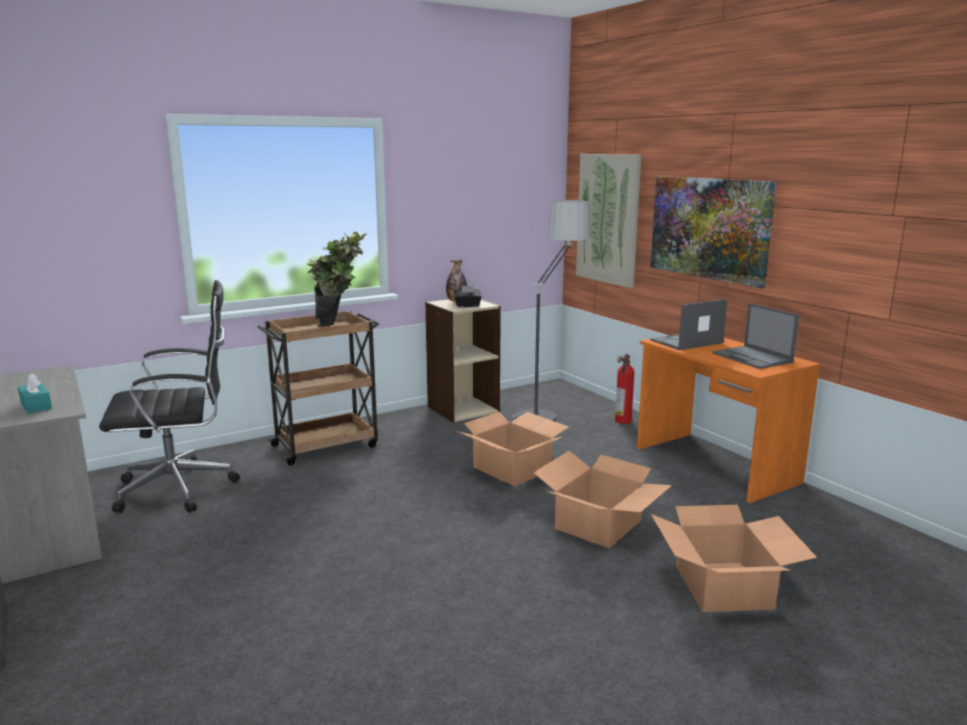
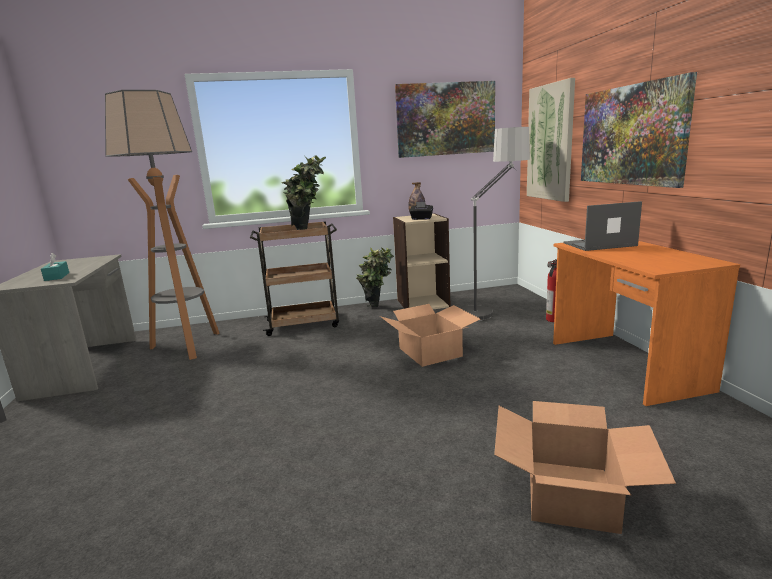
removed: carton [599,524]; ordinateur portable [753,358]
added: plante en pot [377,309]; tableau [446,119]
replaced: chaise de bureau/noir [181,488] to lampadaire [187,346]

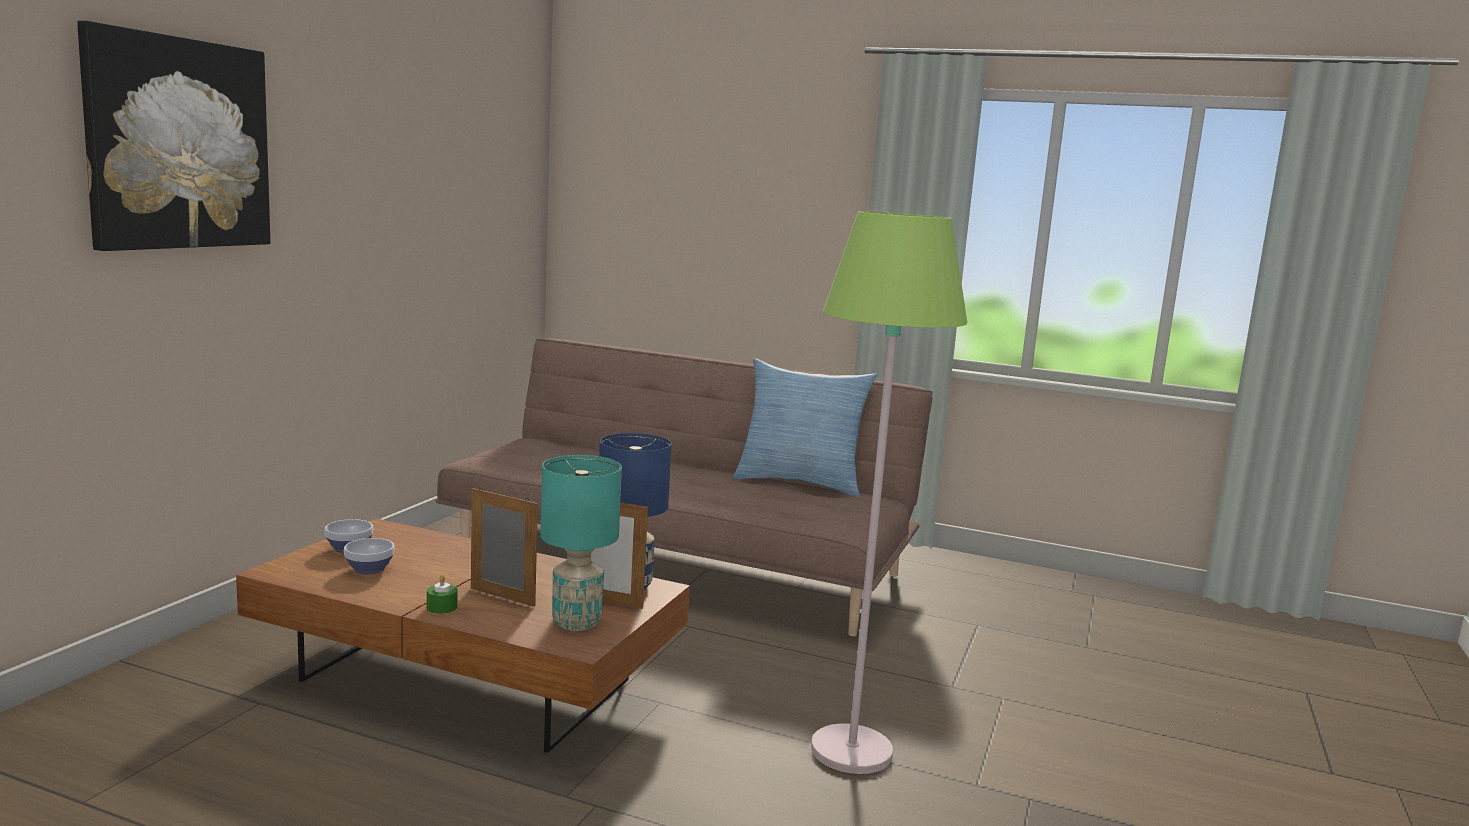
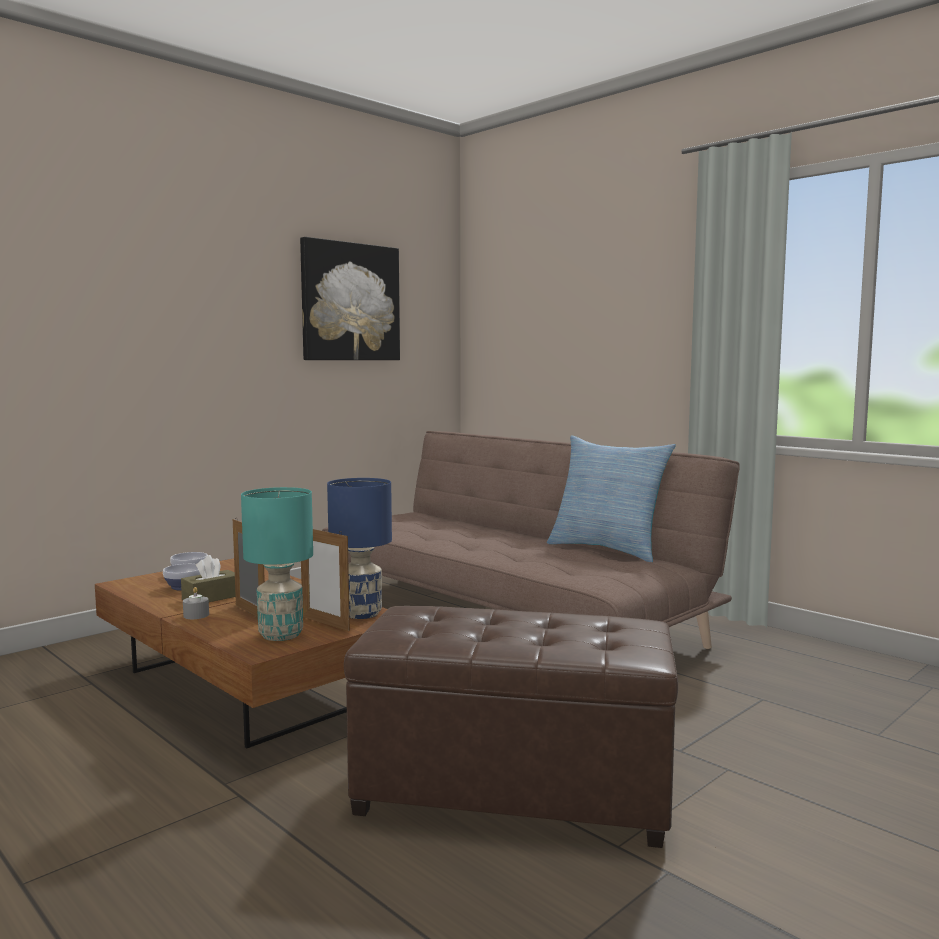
added: boîte à mouchoirs/marron [211,597]
moved: tableau [178,144] to [350,302]
replaced: lampadaire/vert [851,751] to pouf/marron [513,791]
recoloured: bougie/vert [442,607] to bougie/gris [196,615]

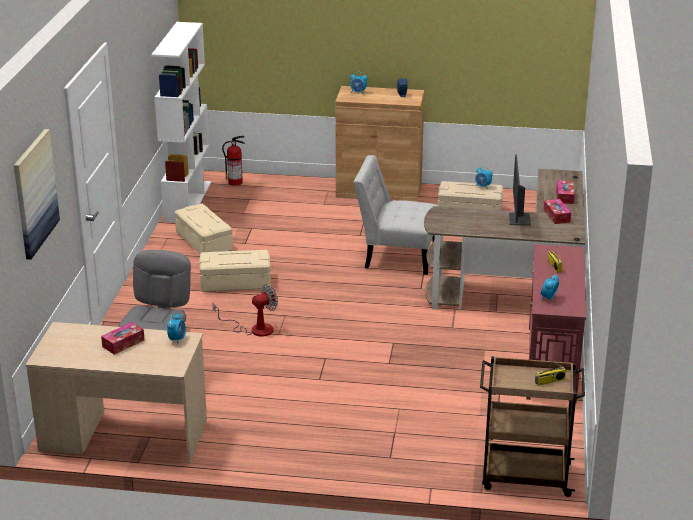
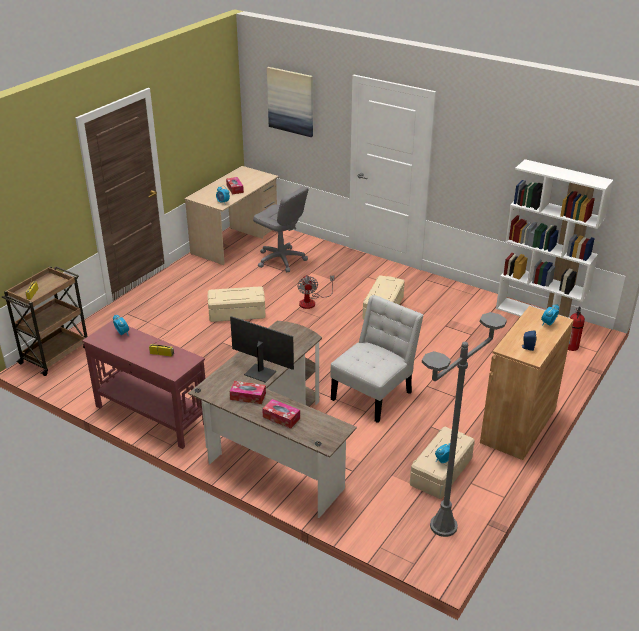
added: lampadaire/gris [443,526]
moved: boîte de rangement/beige [203,241] to [237,312]

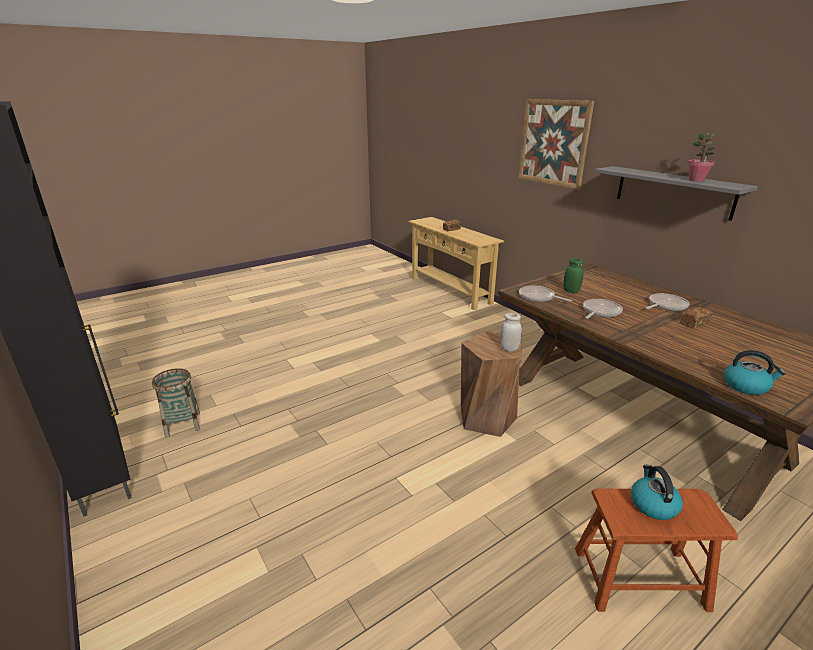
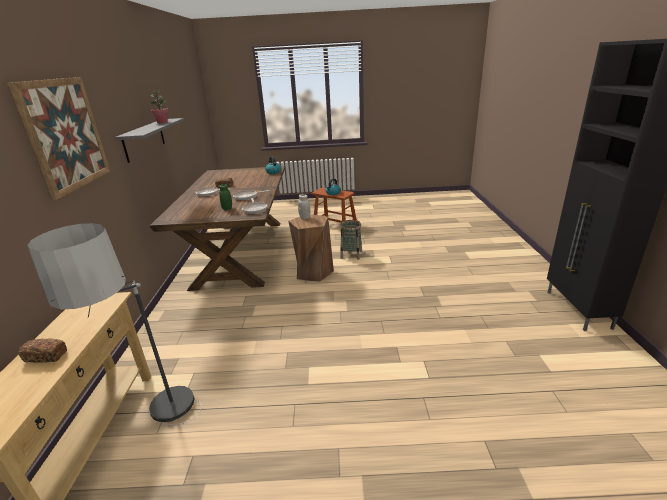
added: lampadaire [168,434]
moved: panier [183,424] to [351,254]

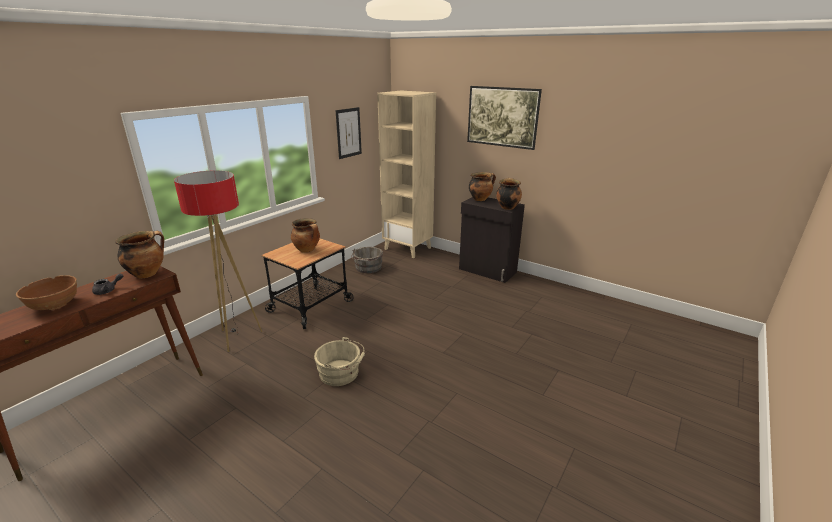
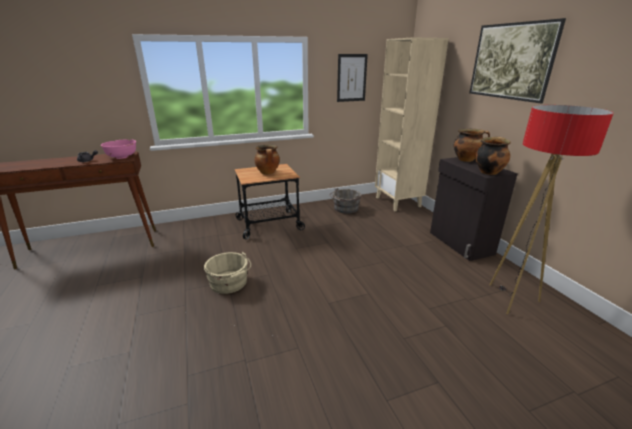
removed: bol/marron [54,305]
moved: lampadaire [237,337] to [511,299]
replaced: marmite [147,273] to bol/rose [122,157]

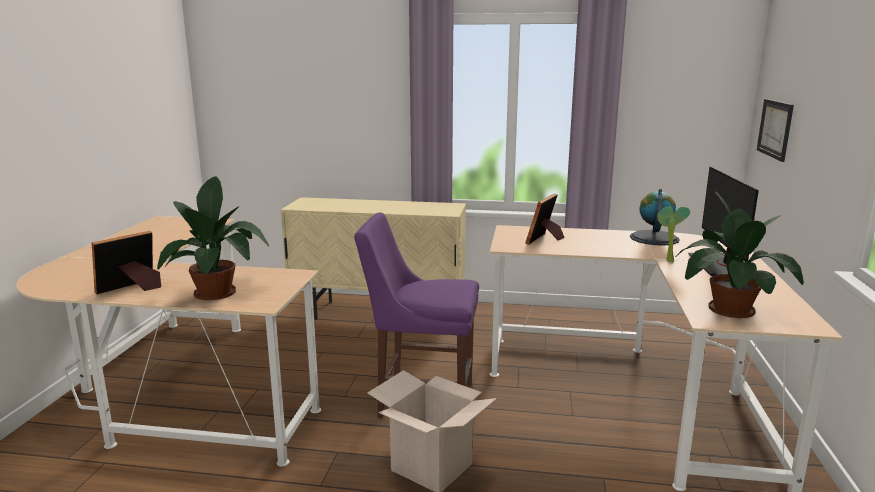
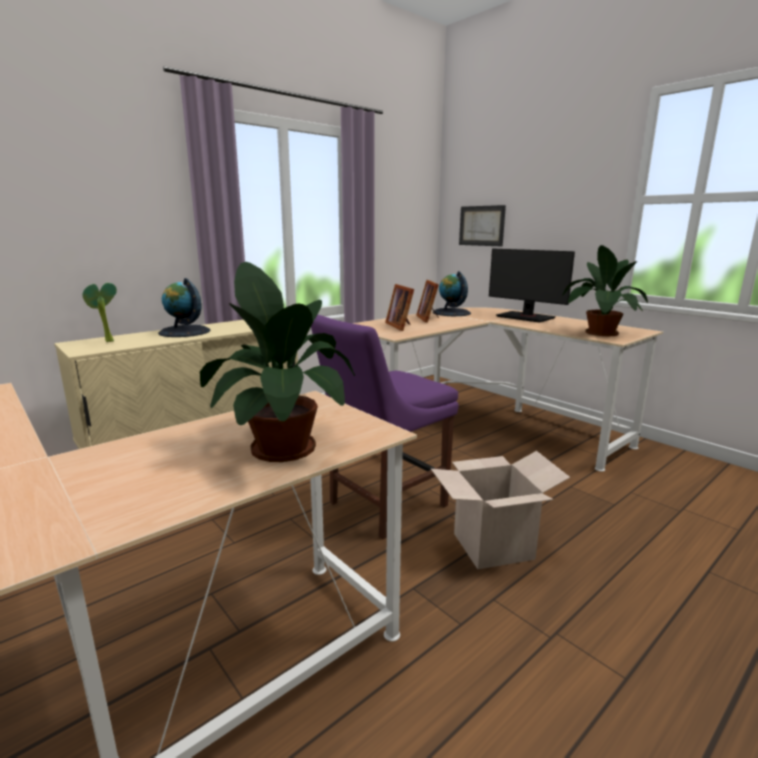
added: globe [184,332]
moved: plante en pot [667,260] to [107,341]; cadre photo [132,288] to [429,319]

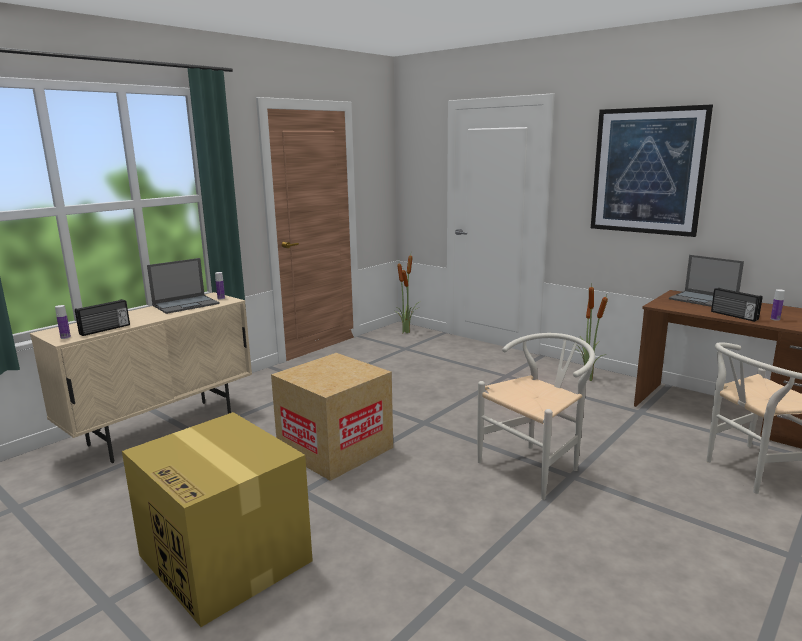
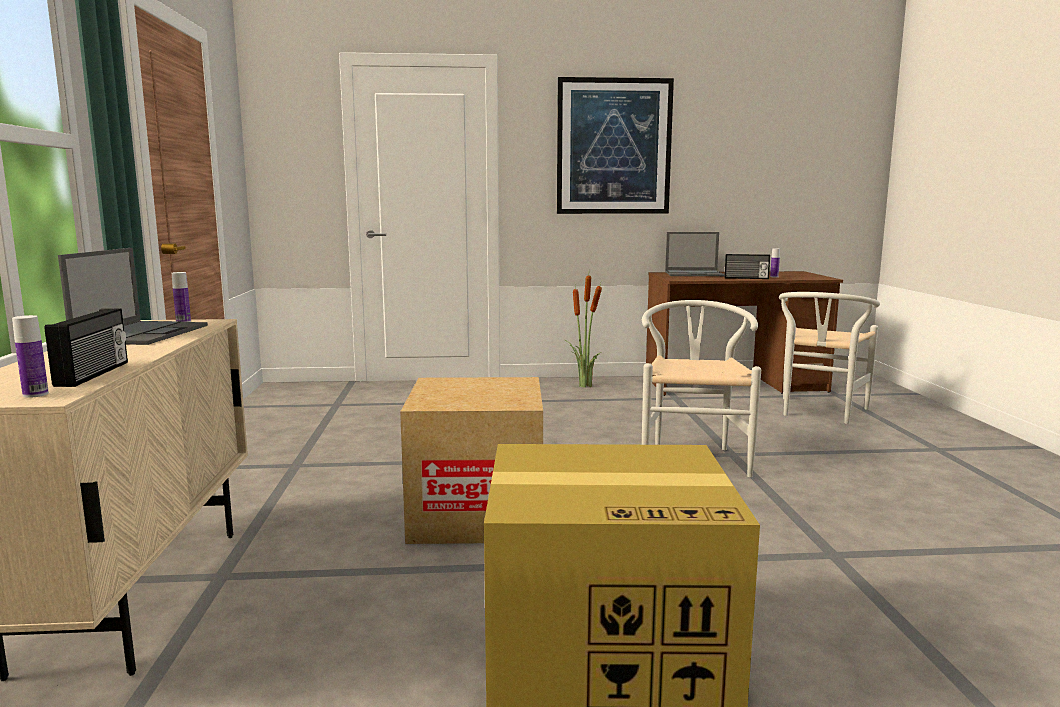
removed: plante en pot [407,332]

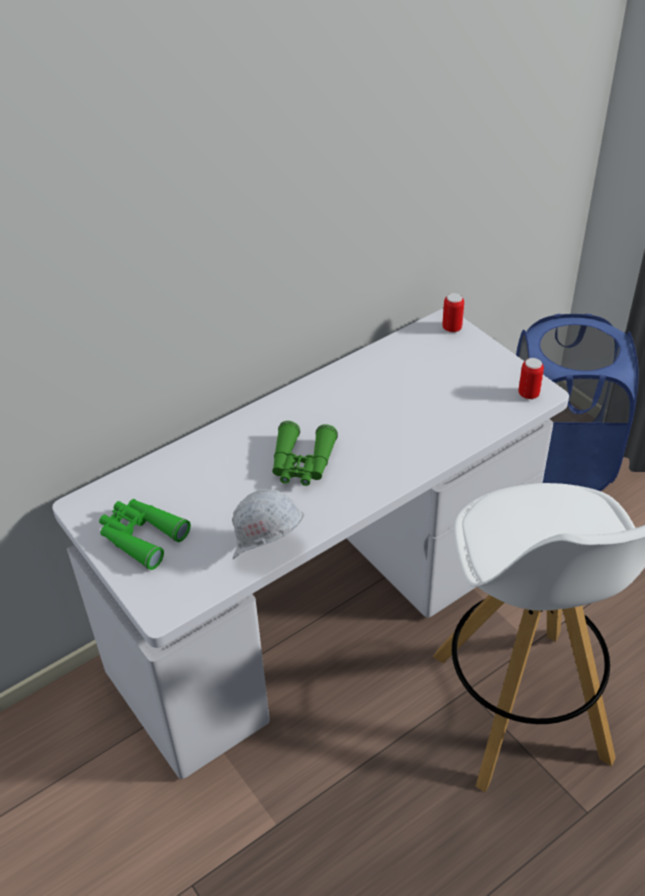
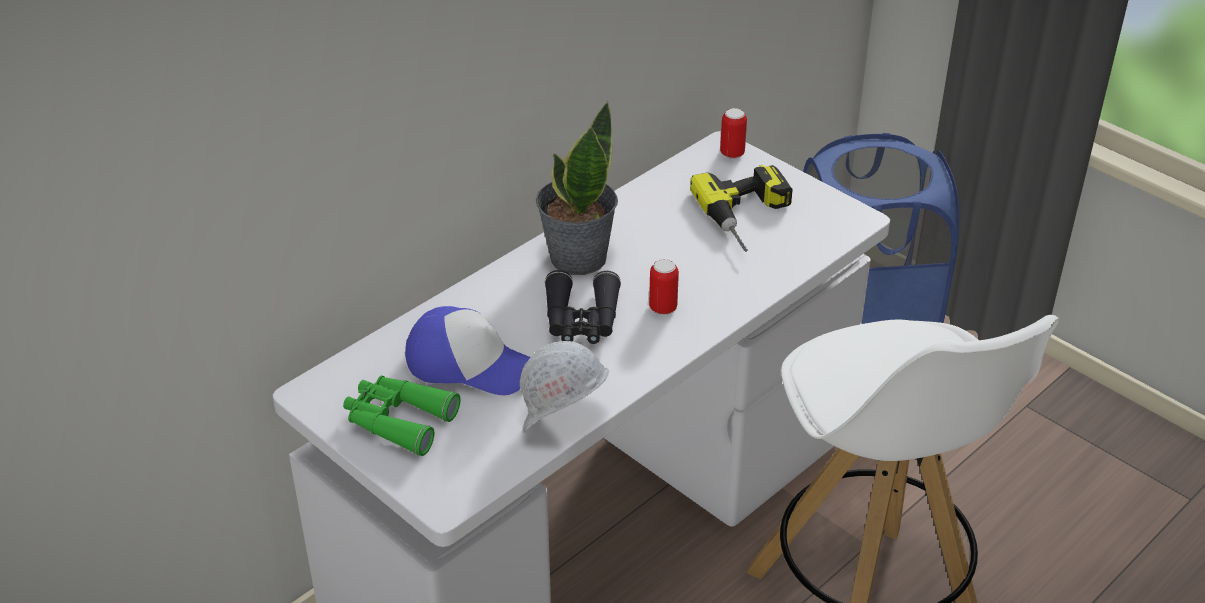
added: casquette [469,364]; plante en pot [577,257]; perceuse [751,218]
moved: boîte métallique [528,394] to [663,308]
recoloured: jumelles/vert [302,463] to jumelles/noir [581,321]

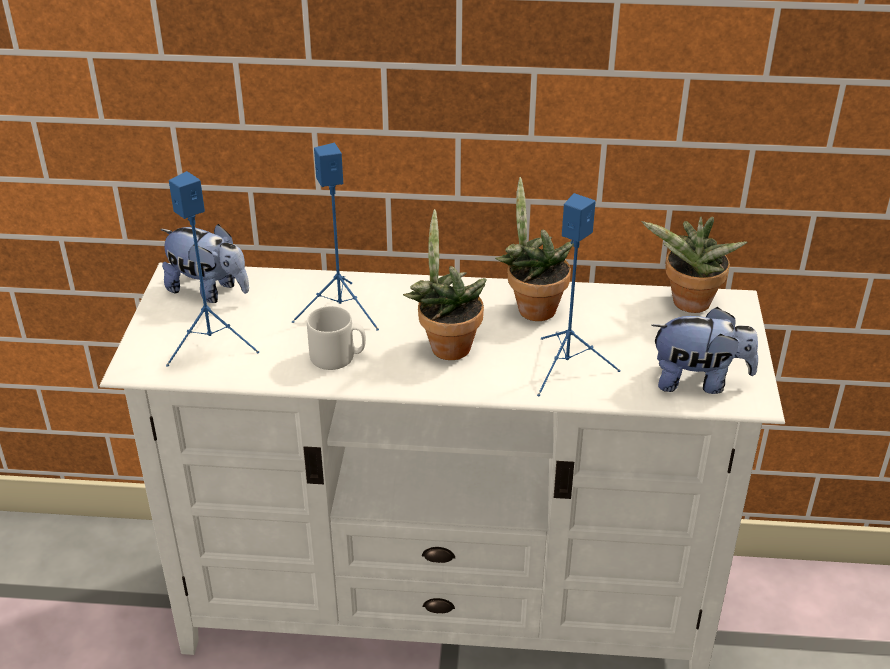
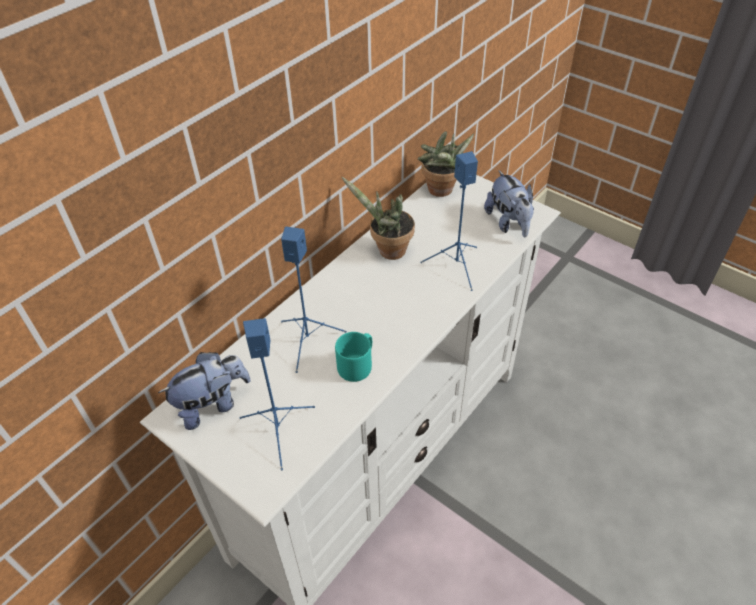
removed: plante en pot [446,345]
recoloured: mug/gris [338,357] to mug/turquoise [357,365]
turned: peluche [698,381] = [508,223] 120 degrees clockwise

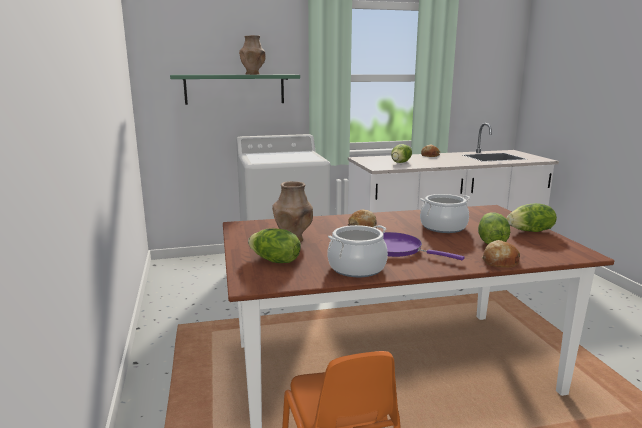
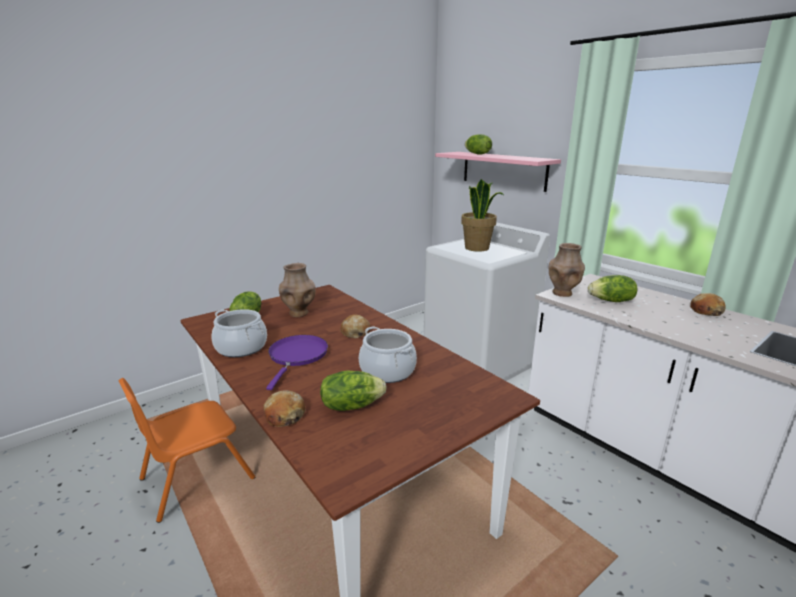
added: plante en pot [477,248]
moved: laitue [530,231] to [477,154]; vase/marron [253,74] to [562,293]
recoloured: étagère/vert [235,89] to étagère/rose [503,170]

